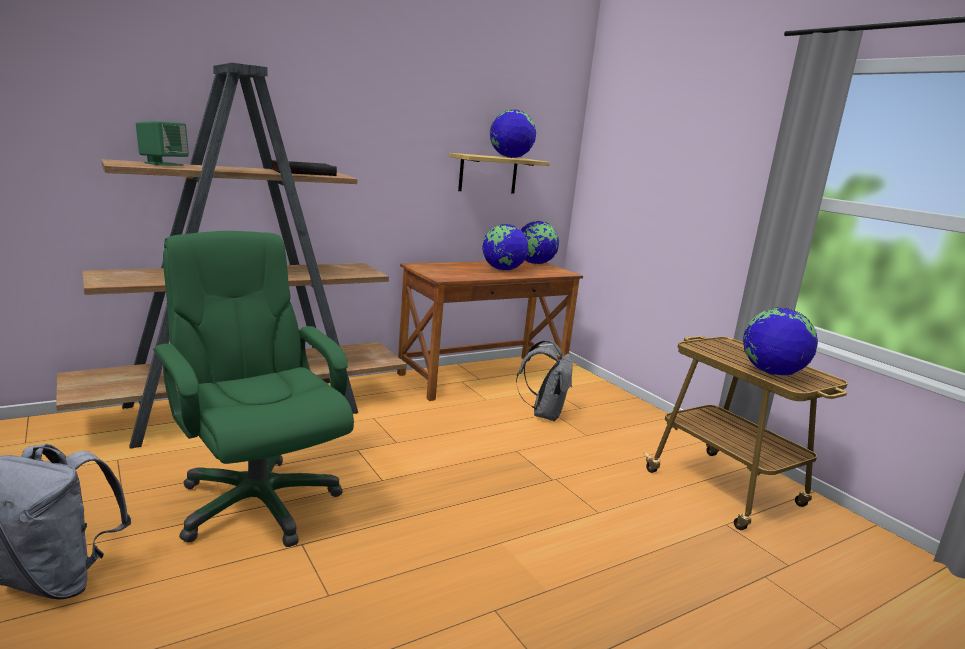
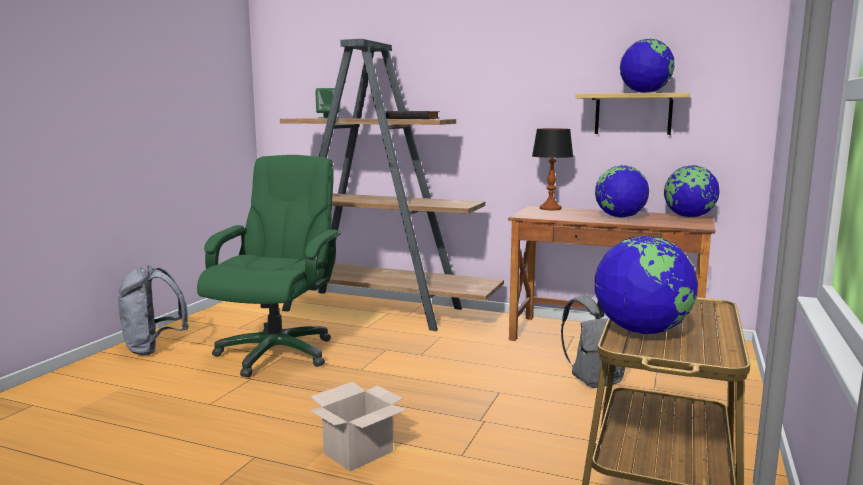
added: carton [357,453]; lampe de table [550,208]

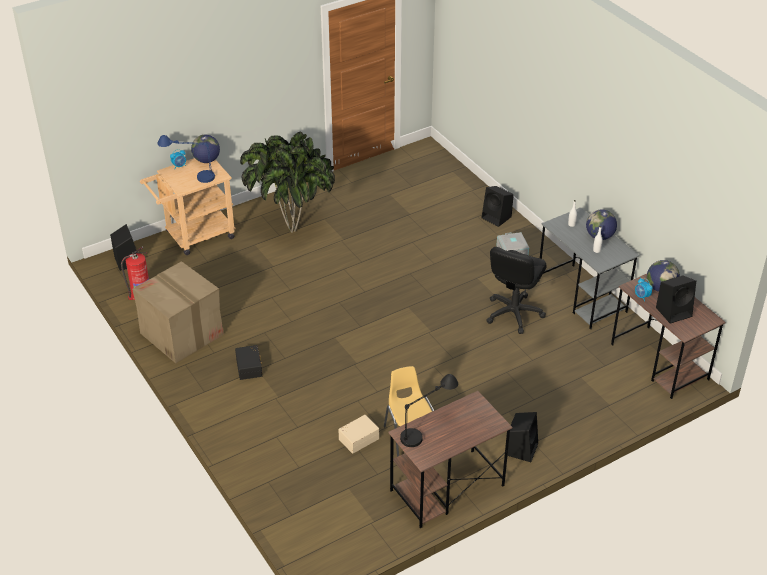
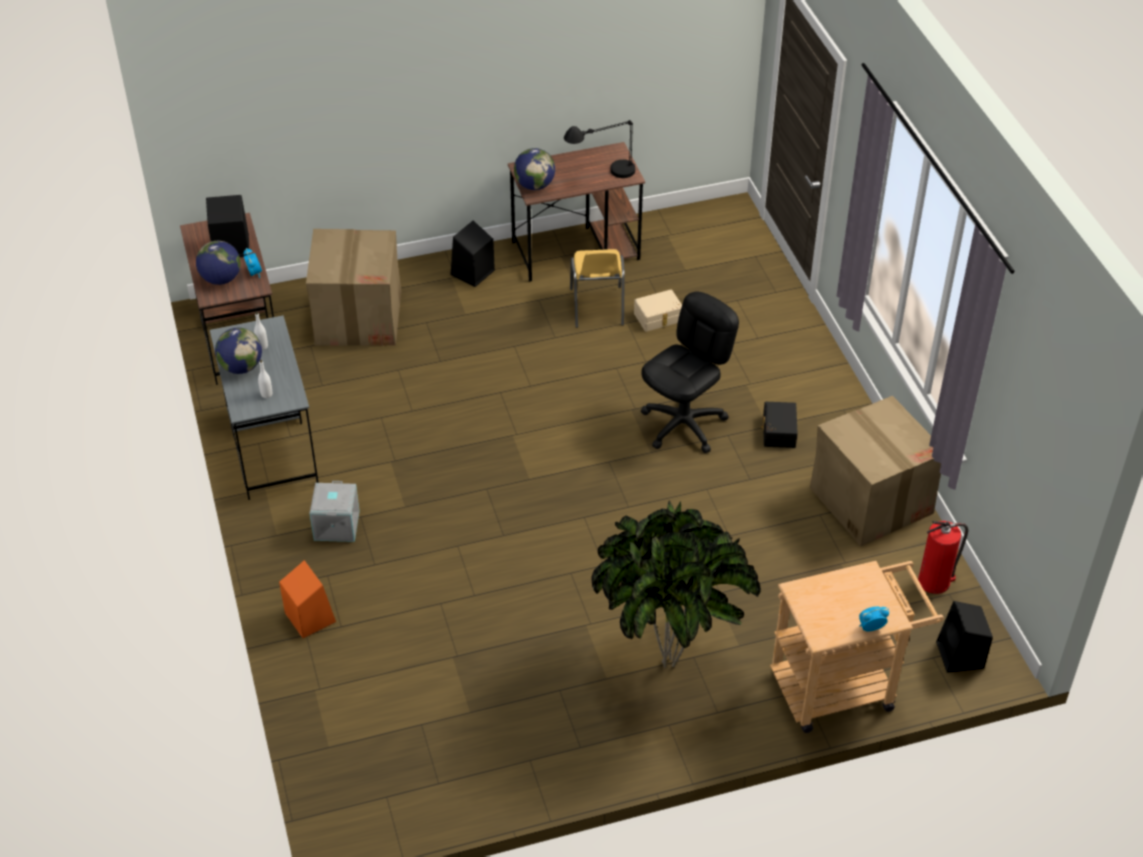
removed: lampe de table/bleu [190,176]
added: carton [358,317]
moved: globe [206,160] to [534,185]; chaise de bureau/noir [513,313] to [684,424]
recoloured: enceinte/noir [497,217] to enceinte/orange [309,616]

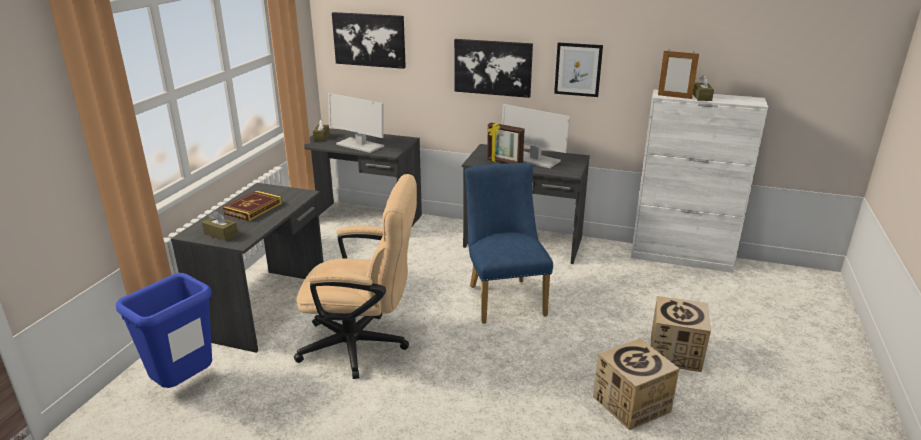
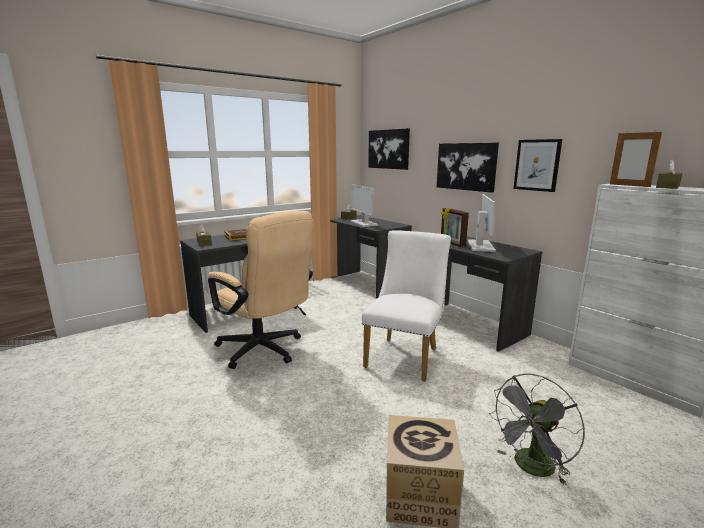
removed: poubelle/bleu [184,385]
replaced: carton [675,353] to ventilateur/gris [531,469]
recoloured: chaise/bleu [504,297] to chaise/blanc [405,355]
turned: écran d'ordinateur [533,160] = [481,246] 150 degrees counterclockwise

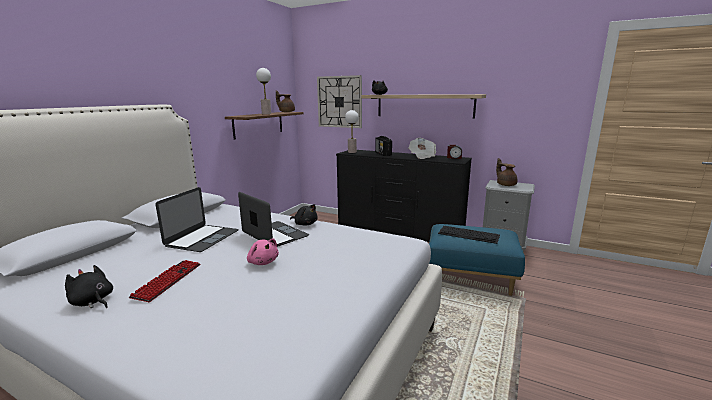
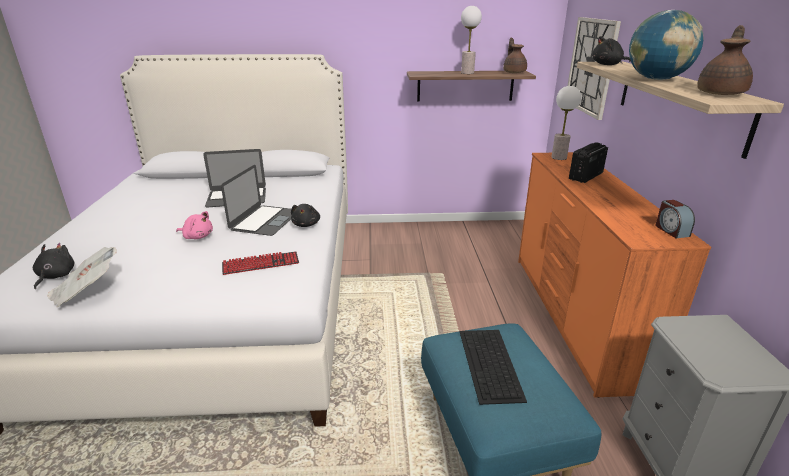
added: globe [656,79]
moved: peluche/noir [92,302] to [55,276]; journal [422,156] to [86,291]; clavier [168,281] to [261,264]; théière/marron [505,184] to [721,93]
recoloured: commode/noir [399,231] to commode/orange [574,316]
turned: peluche/rose [263,262] = [197,236] 90 degrees counterclockwise

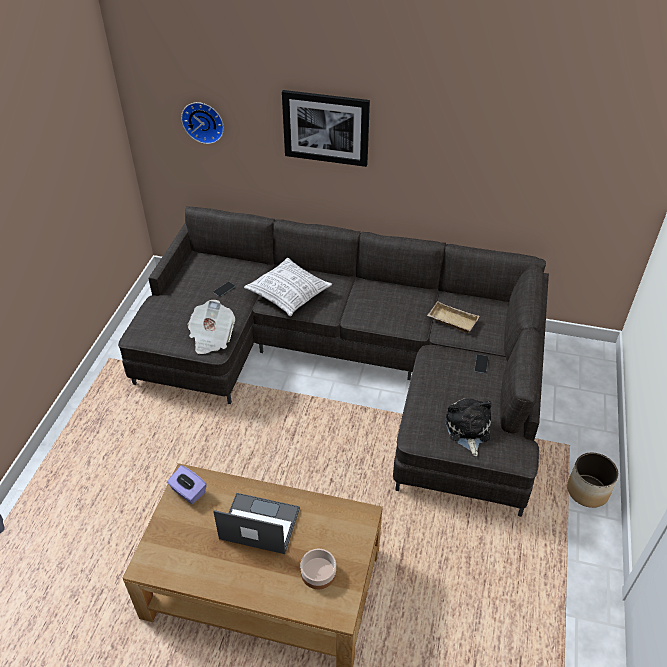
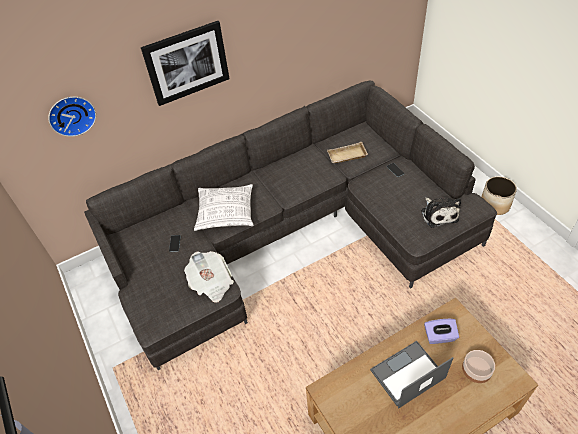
moved: boîte à mouchoirs/violet [188,492] to [439,336]
turned: peluche [467,430] = [438,214] 150 degrees counterclockwise

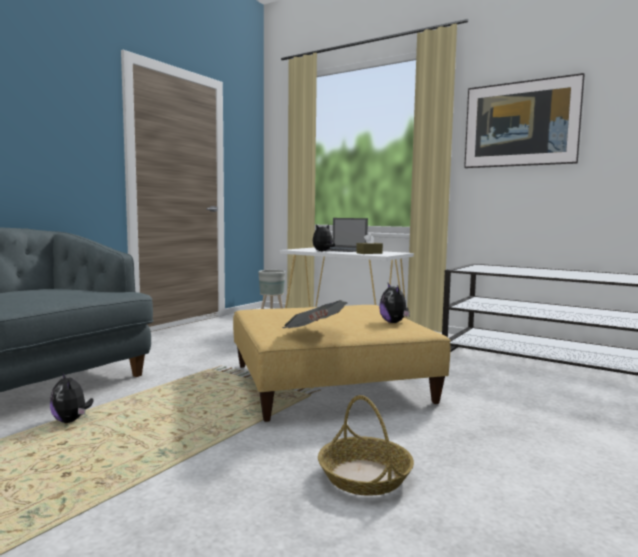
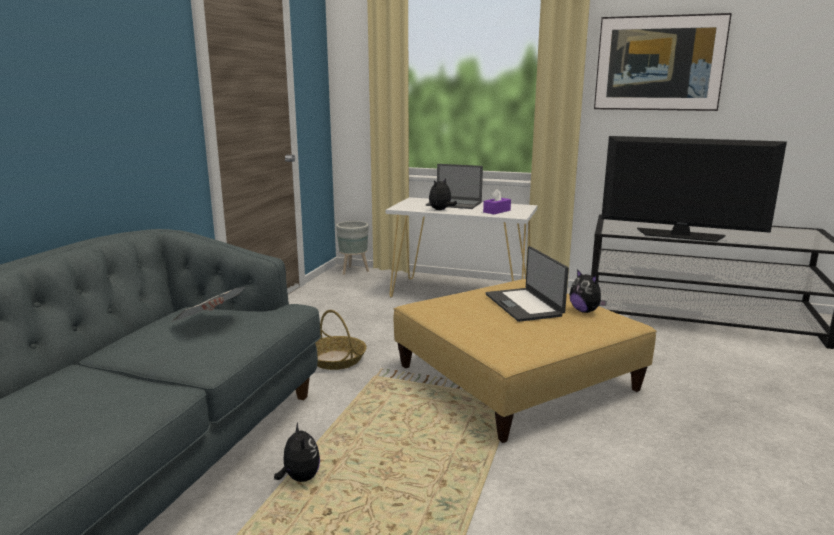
added: ordinateur portable [524,305]; téléviseur [680,235]
moved: journal [314,332] to [210,323]; panier [365,476] to [336,359]
recoloured: boîte à mouchoirs/marron [369,253] to boîte à mouchoirs/violet [496,211]
turned: peluche [71,420] = [299,478] 150 degrees counterclockwise

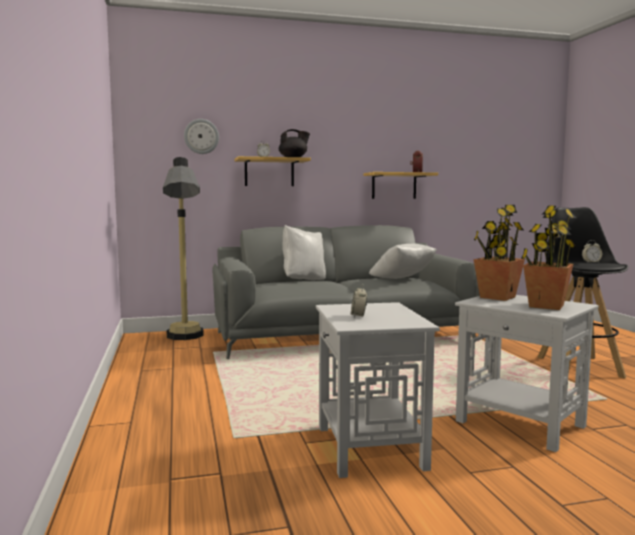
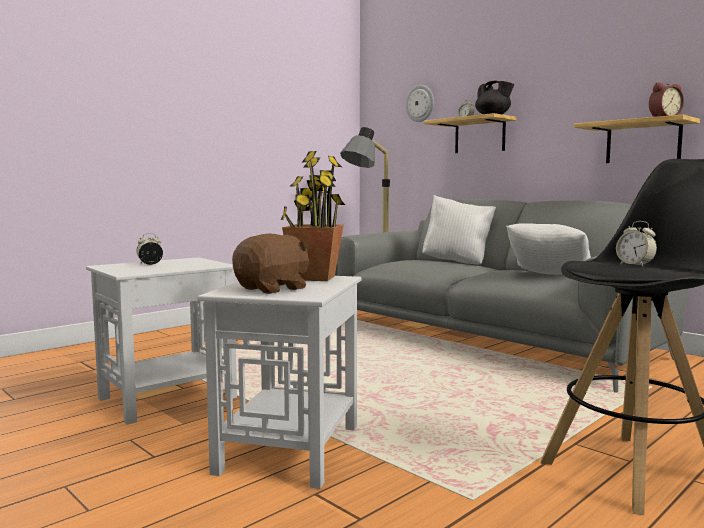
replaced: plante en pot [545,306] to peluche/marron [273,289]

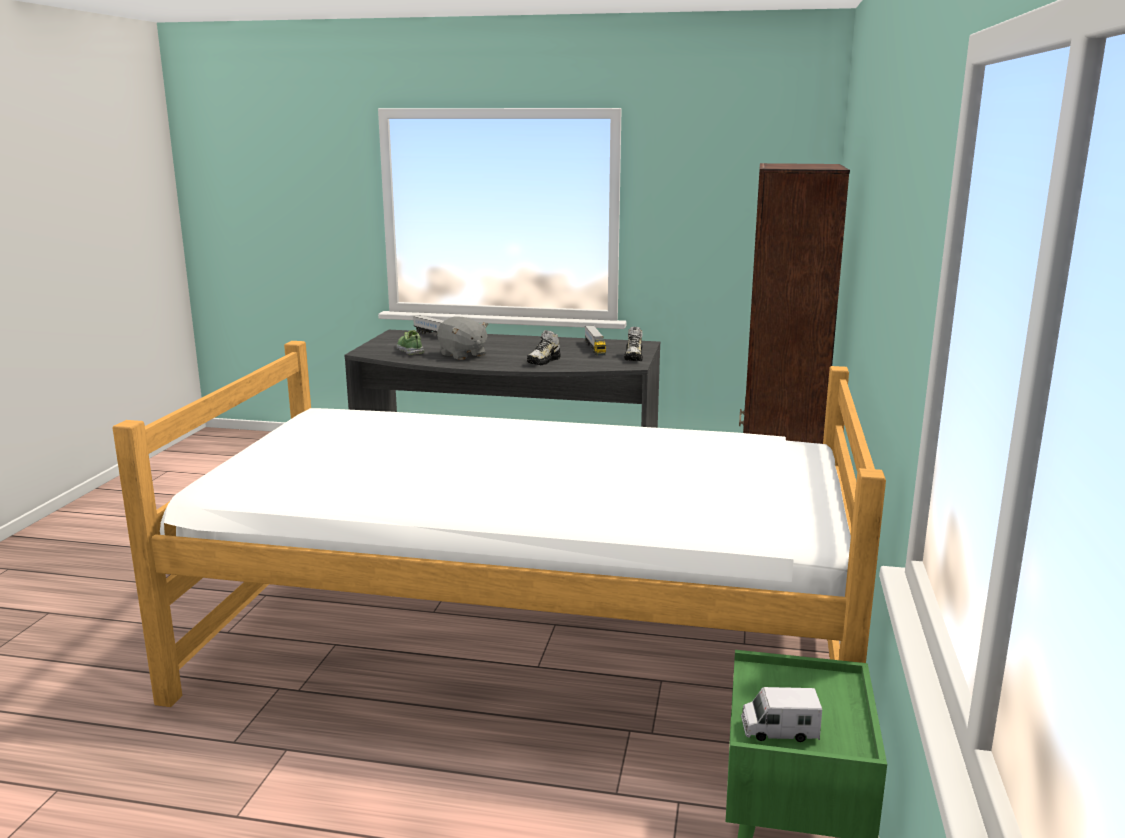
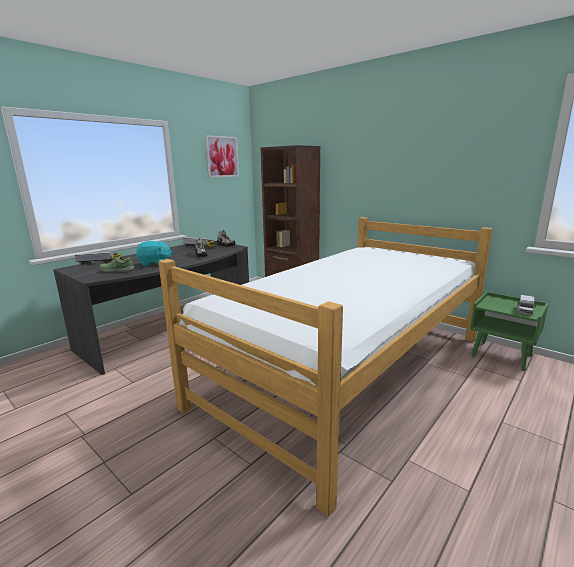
added: tableau [222,157]
recoloured: peluche/gris [462,355] to peluche/turquoise [154,264]

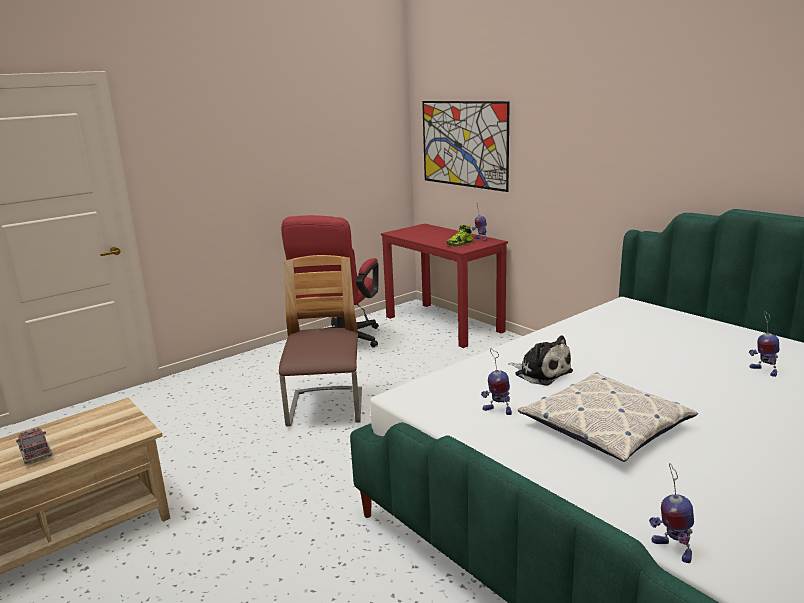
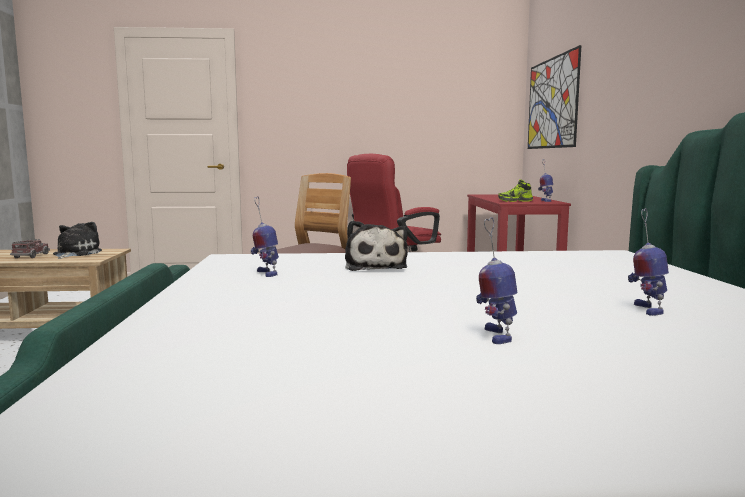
removed: coussin [605,426]
added: peluche [75,253]
moved: robot jouet [671,549] to [495,335]

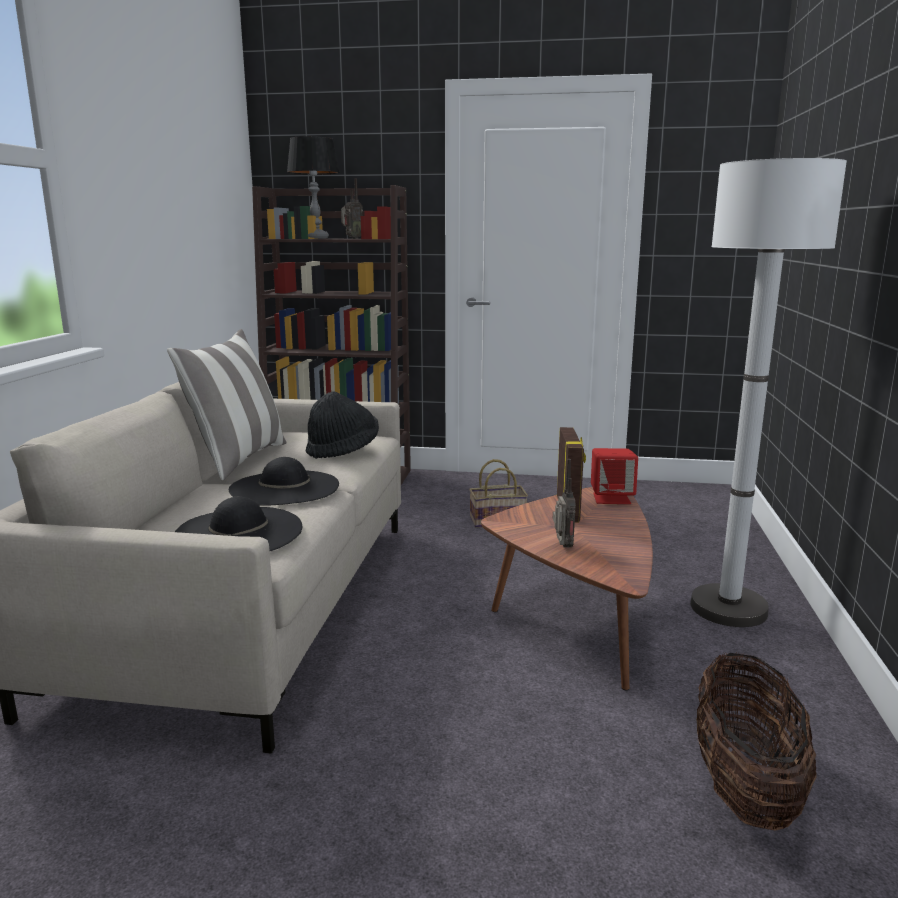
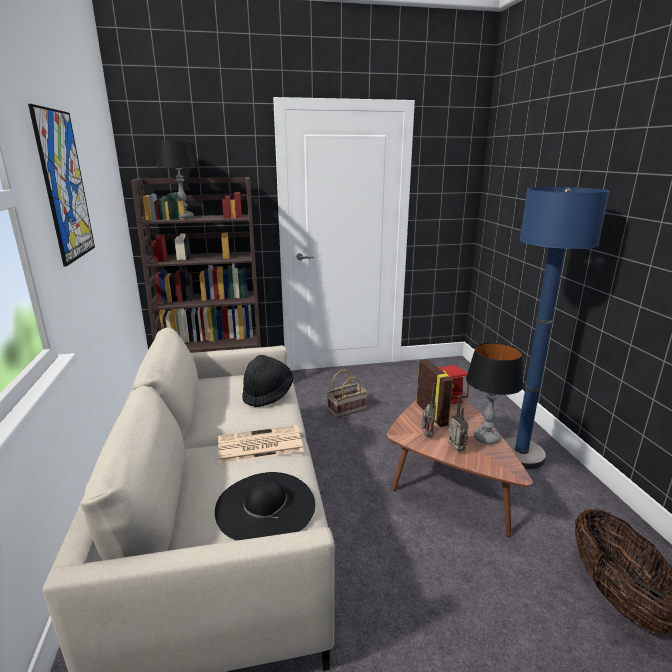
removed: coussin [237,459]
added: tableau [65,186]; lampe de table [486,438]
moved: radio [352,238] to [426,435]
replaced: chapeau/noir [284,488] to journal [258,445]
recoloured: lampadaire/blanc [728,608] to lampadaire/bleu [520,454]

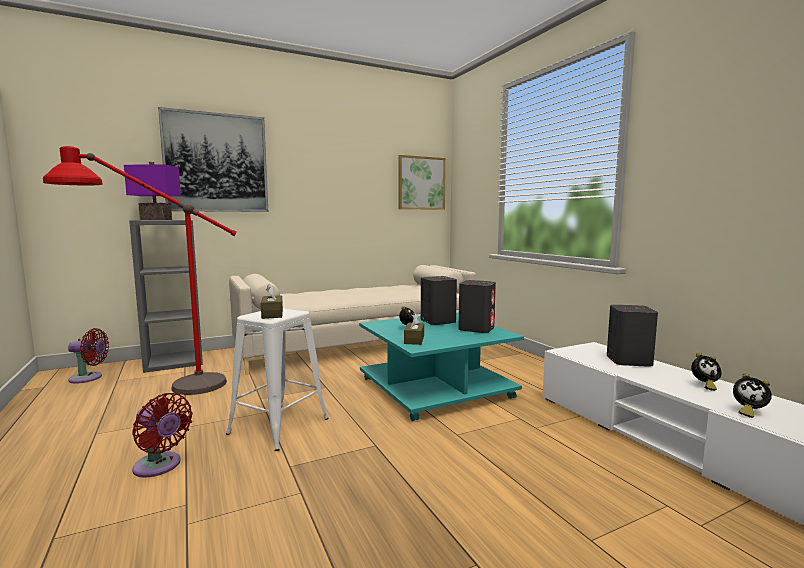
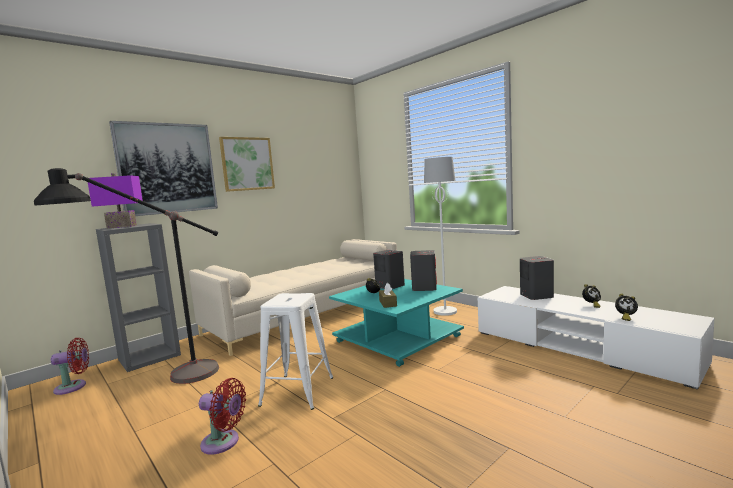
removed: boîte à mouchoirs/marron [272,314]
added: lampadaire/blanc [445,311]
moved: tableau [421,183] to [247,164]
recoloured: lampadaire/rouge [159,389] to lampadaire/noir [159,382]

